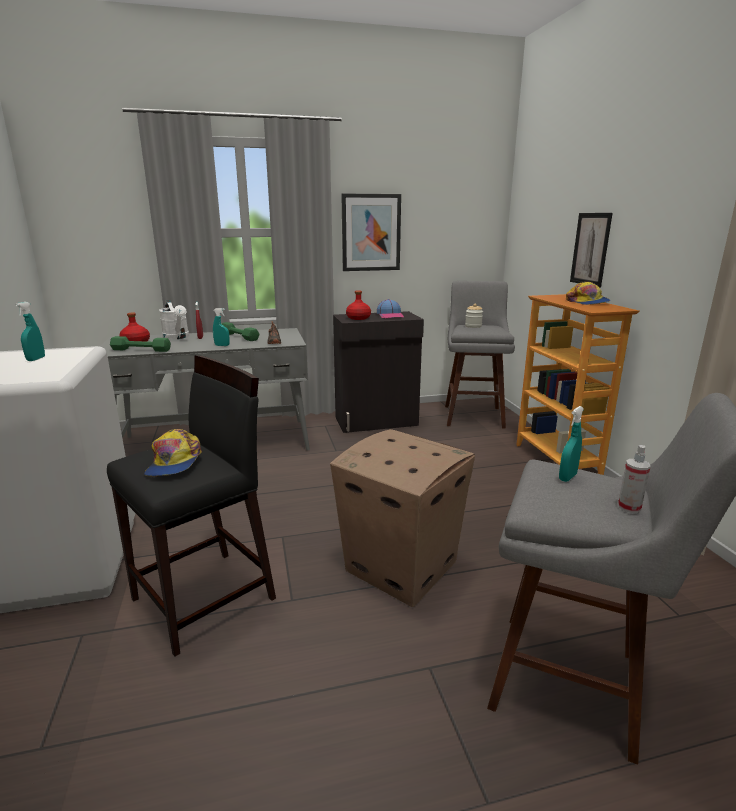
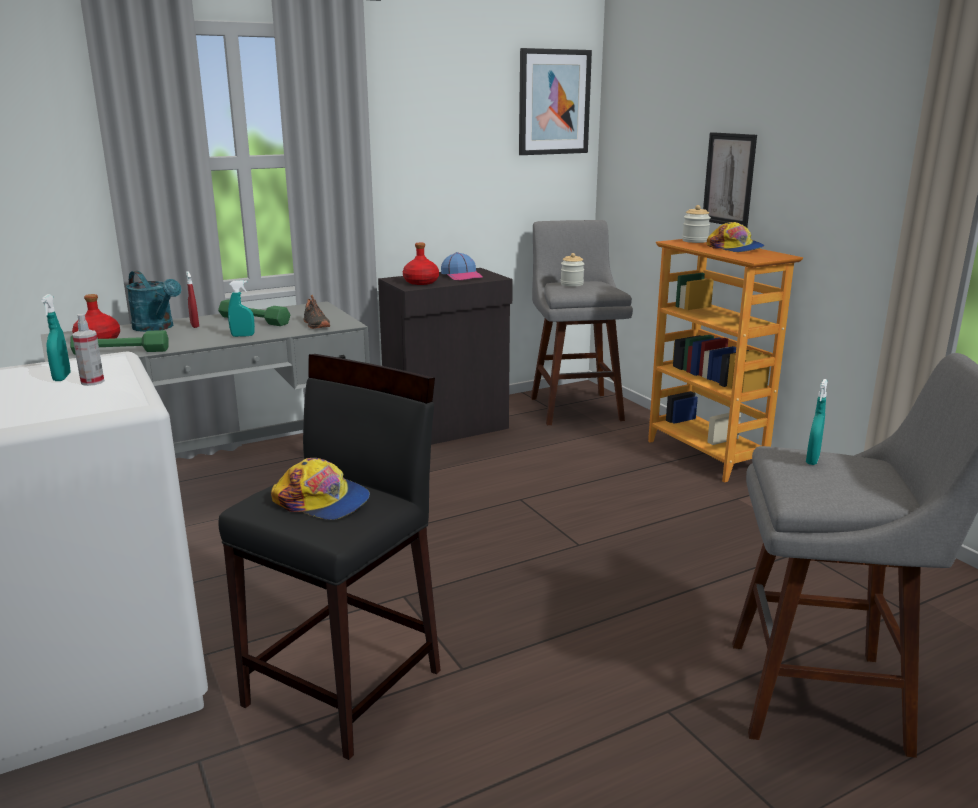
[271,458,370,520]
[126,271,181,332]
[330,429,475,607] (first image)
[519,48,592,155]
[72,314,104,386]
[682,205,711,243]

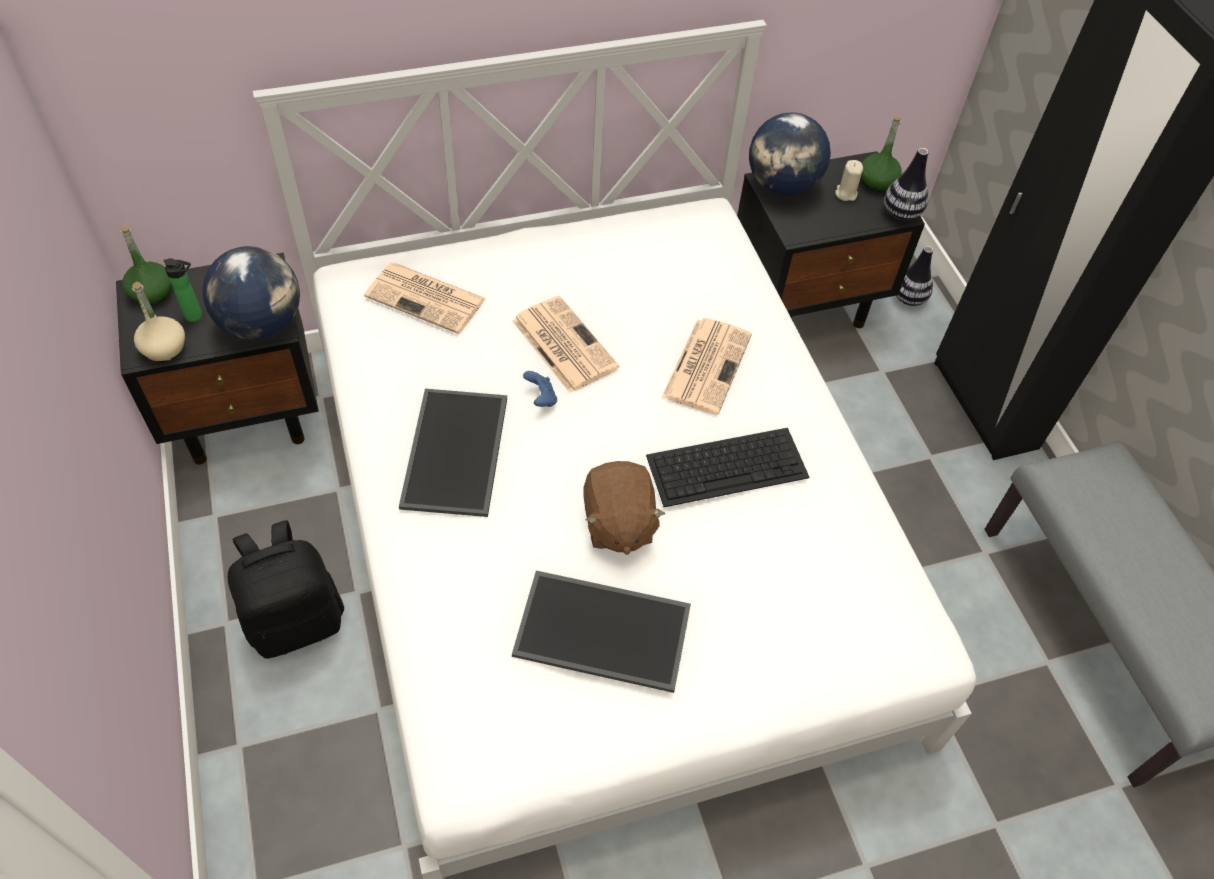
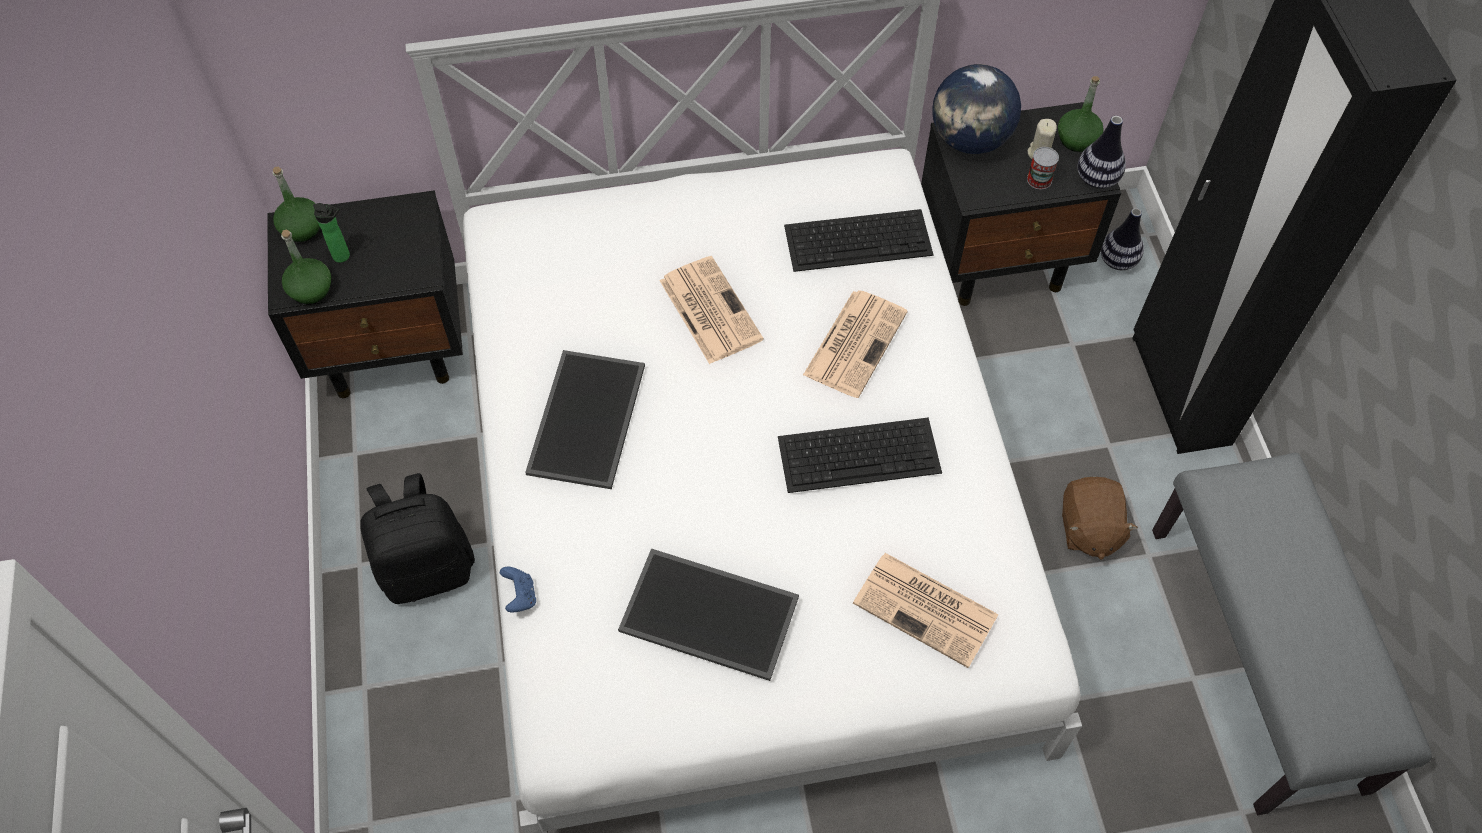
[281,229,331,304]
[202,246,300,340] (first image)
[853,553,999,668]
[500,567,536,613]
[1062,477,1138,560]
[784,209,934,272]
[1027,147,1059,189]

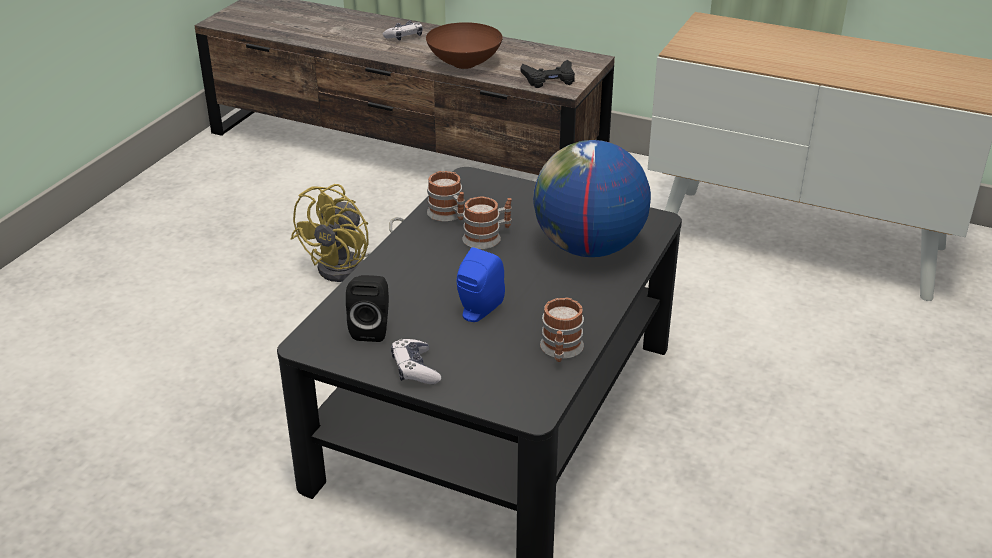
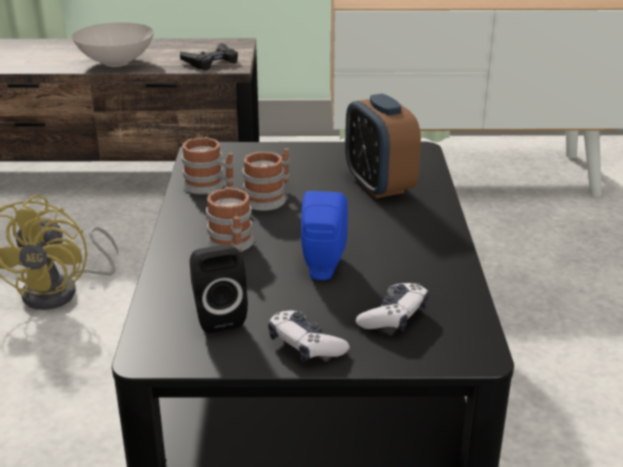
[356,283,429,331]
[72,22,154,67]
[345,94,421,198]
[206,188,254,253]

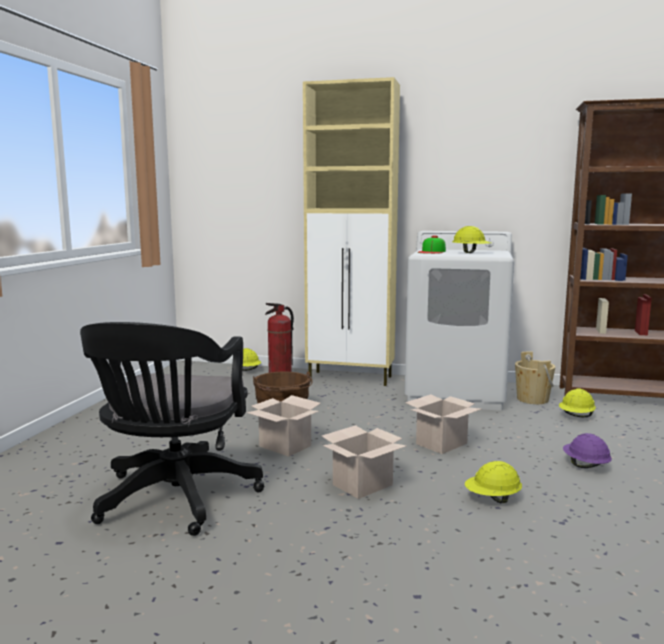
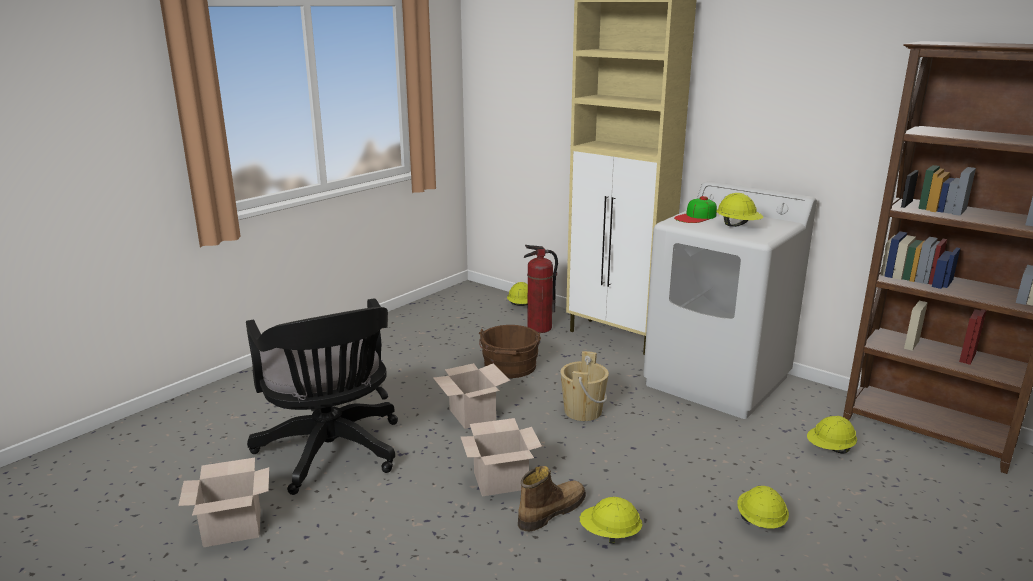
[246,298,398,495]
[178,458,269,547]
[560,351,609,421]
[737,486,789,529]
[518,466,586,531]

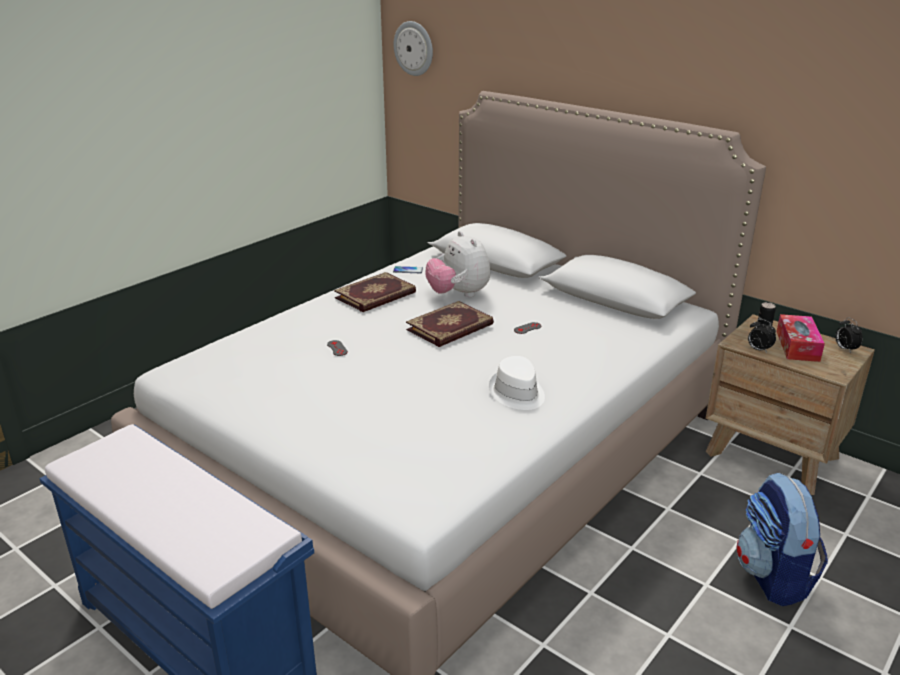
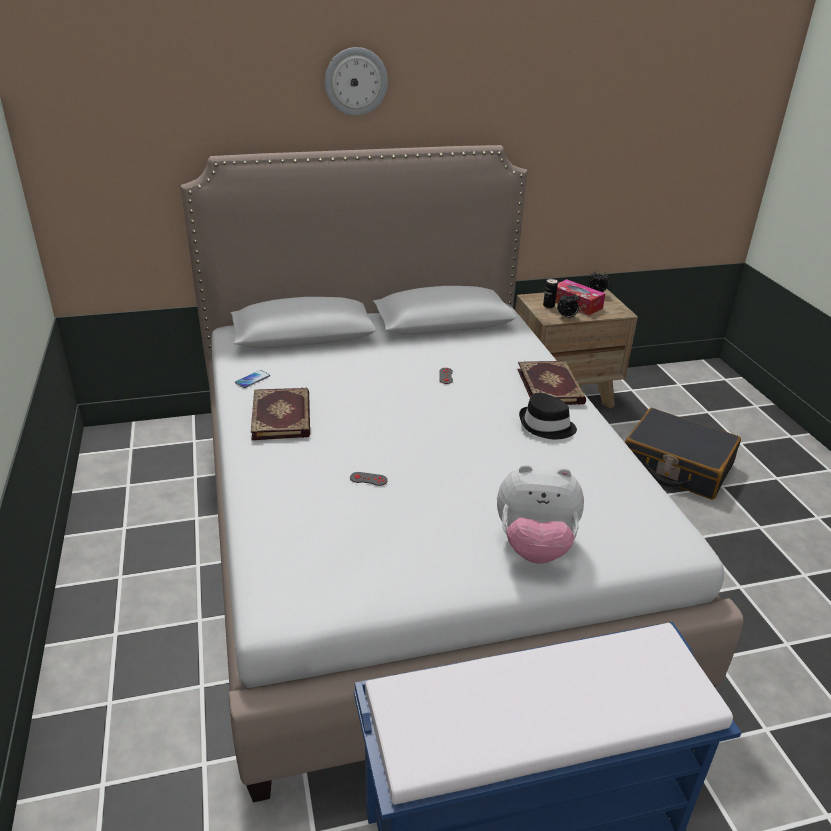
[325,47,388,116]
[517,361,586,405]
[497,463,584,564]
[519,393,577,439]
[625,408,741,500]

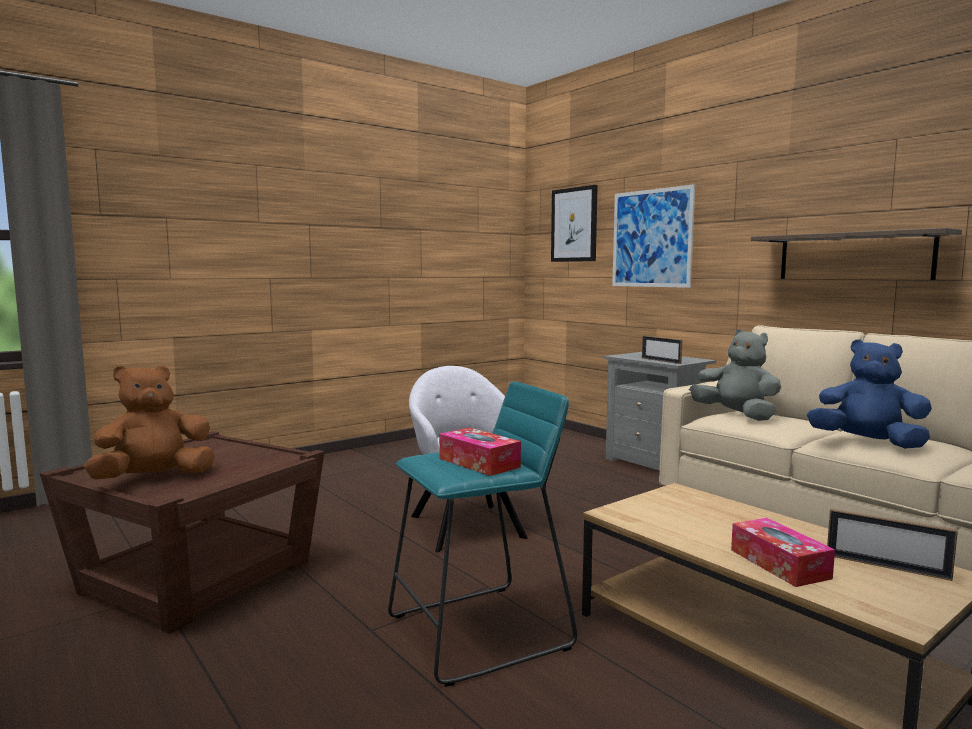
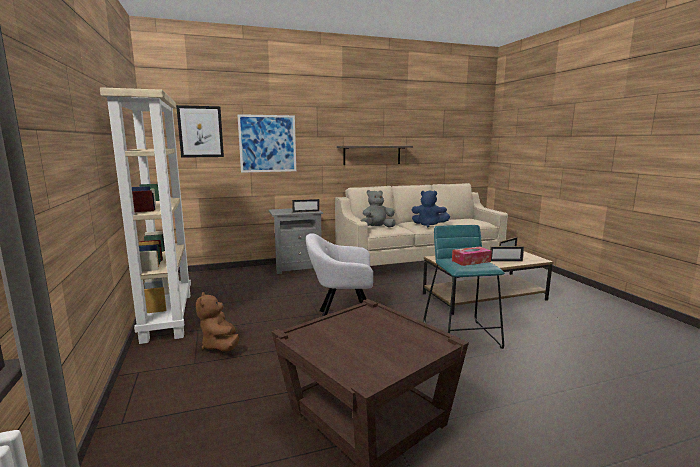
[196,292,239,351]
[490,246,524,262]
[412,190,450,227]
[100,87,191,344]

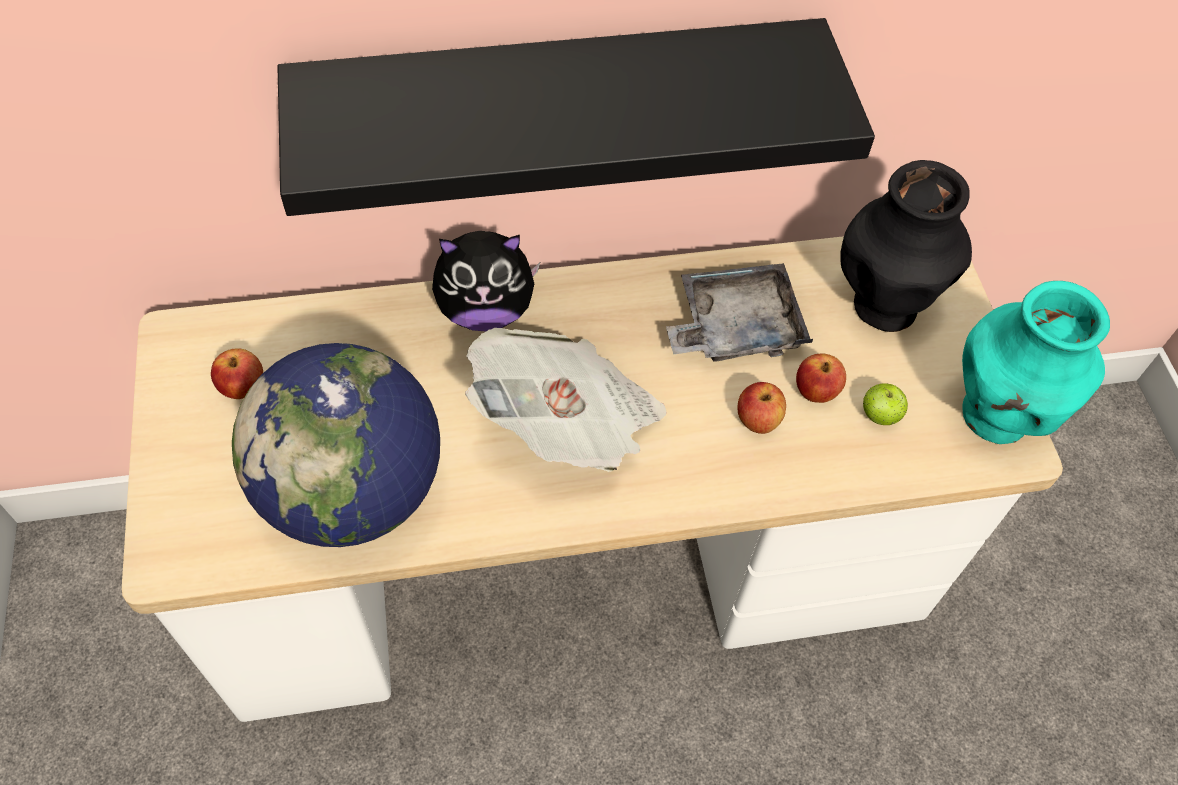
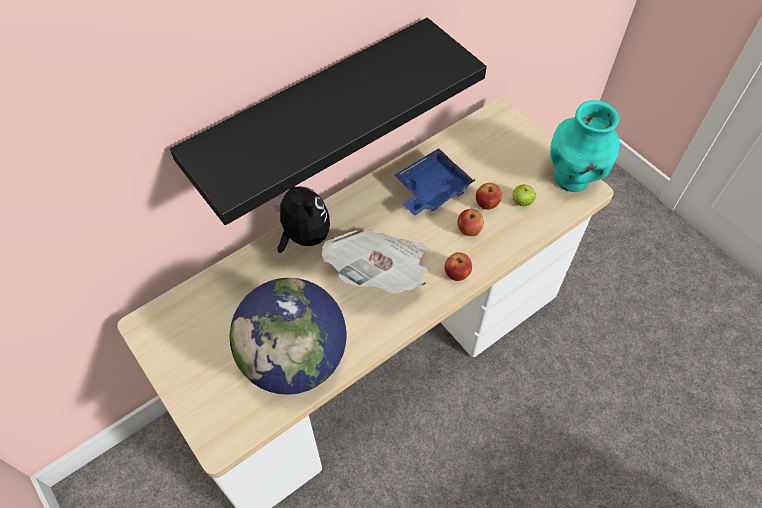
[444,252,472,281]
[274,186,330,253]
[394,148,475,216]
[840,160,972,332] (first image)

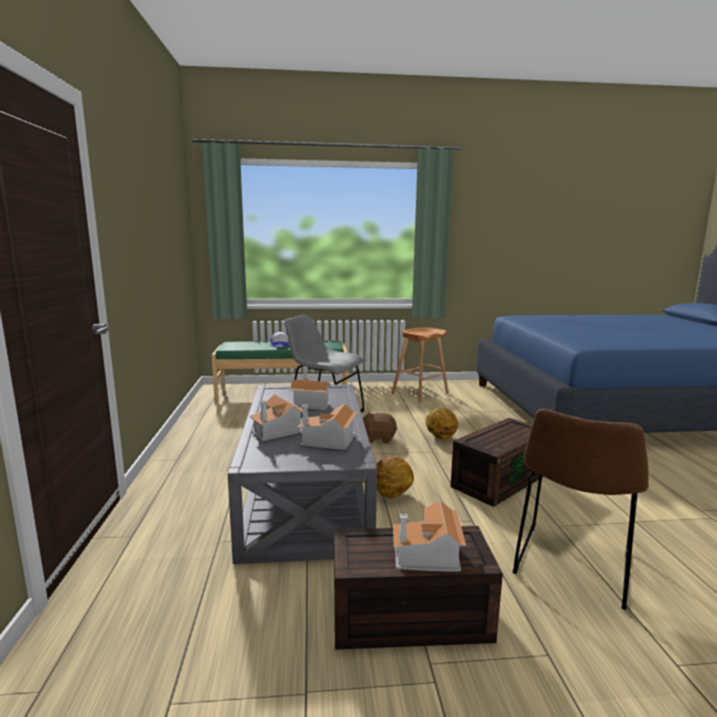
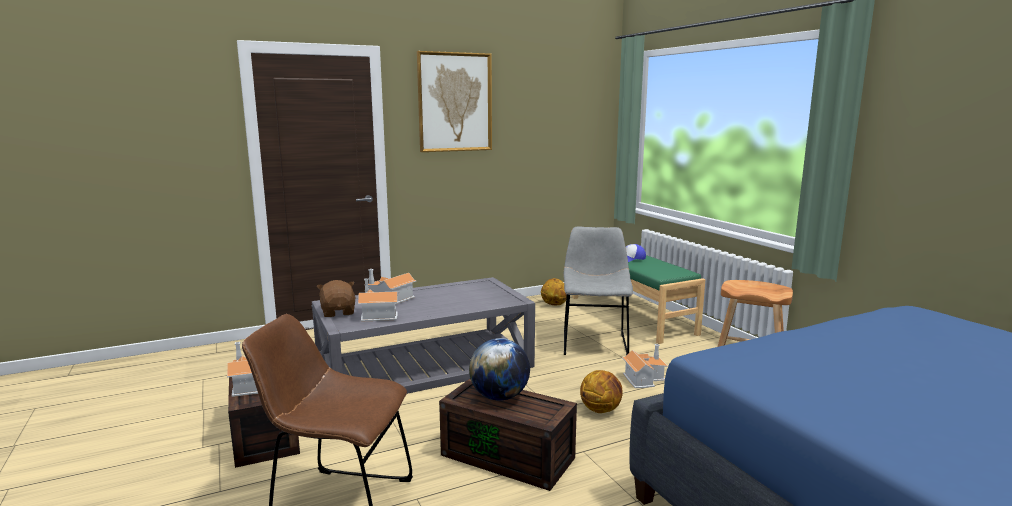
[622,344,668,388]
[317,280,355,317]
[541,278,567,305]
[417,51,492,152]
[469,338,530,401]

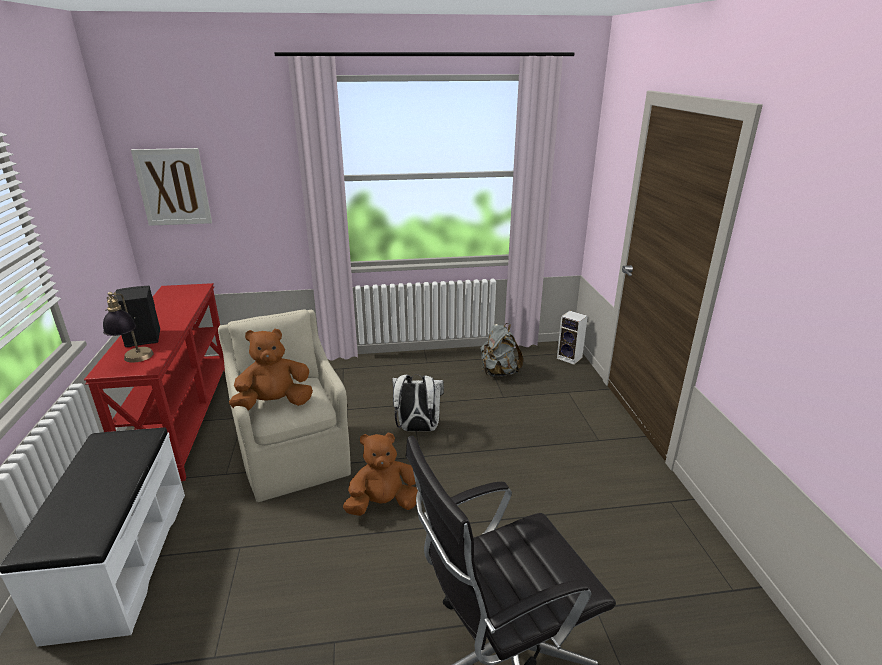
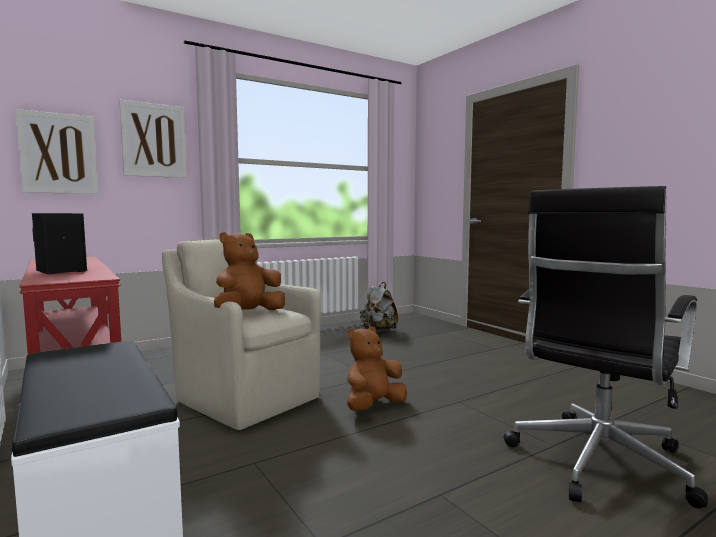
[103,292,154,363] (first image)
[392,374,444,431] (first image)
[557,311,588,365] (first image)
[119,100,187,178]

